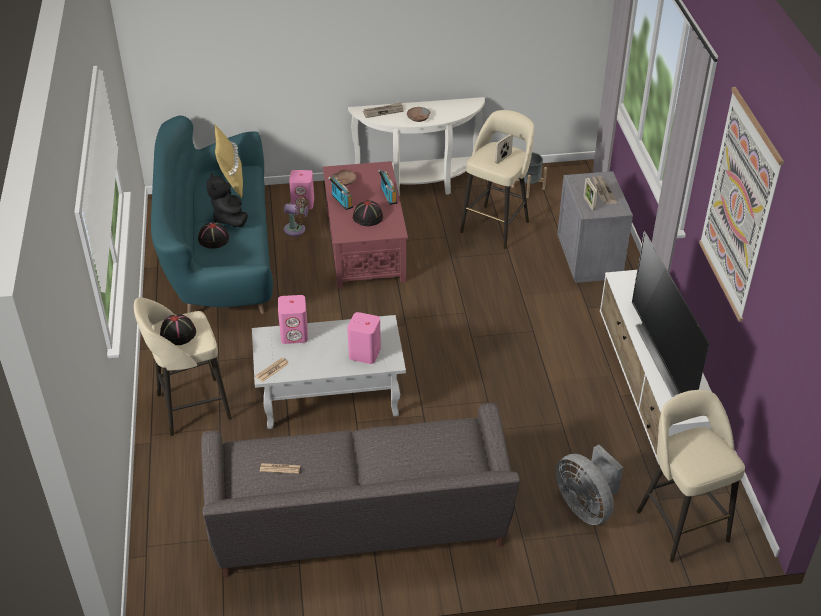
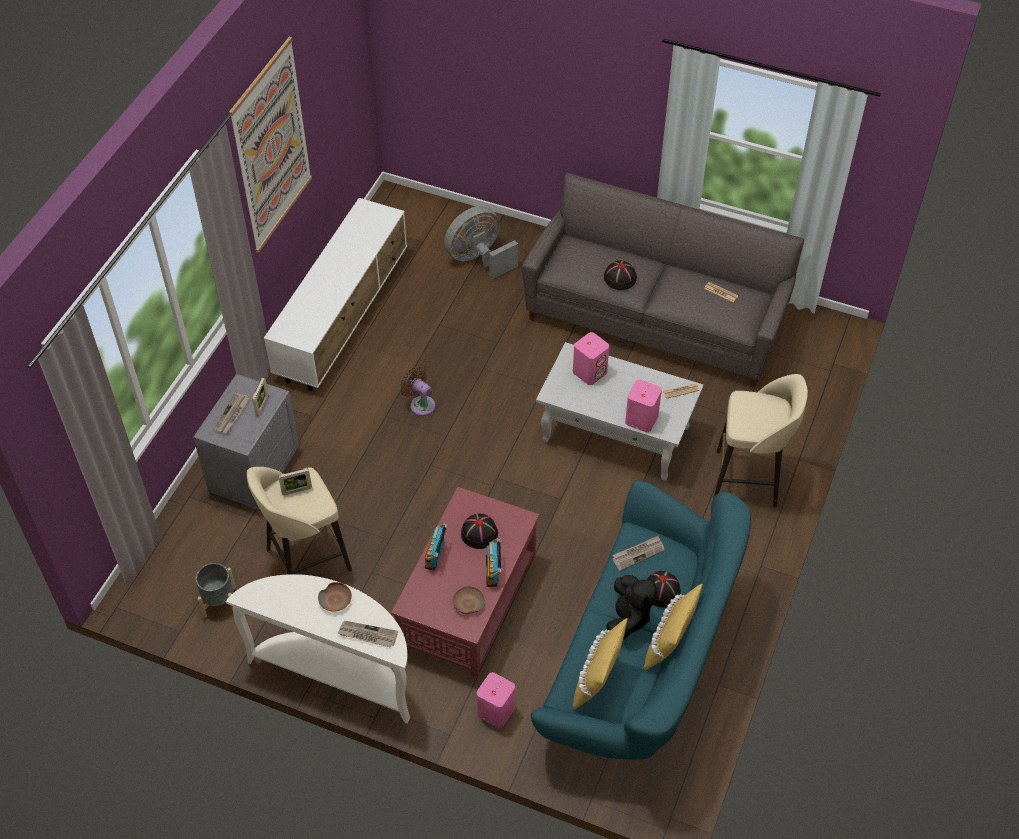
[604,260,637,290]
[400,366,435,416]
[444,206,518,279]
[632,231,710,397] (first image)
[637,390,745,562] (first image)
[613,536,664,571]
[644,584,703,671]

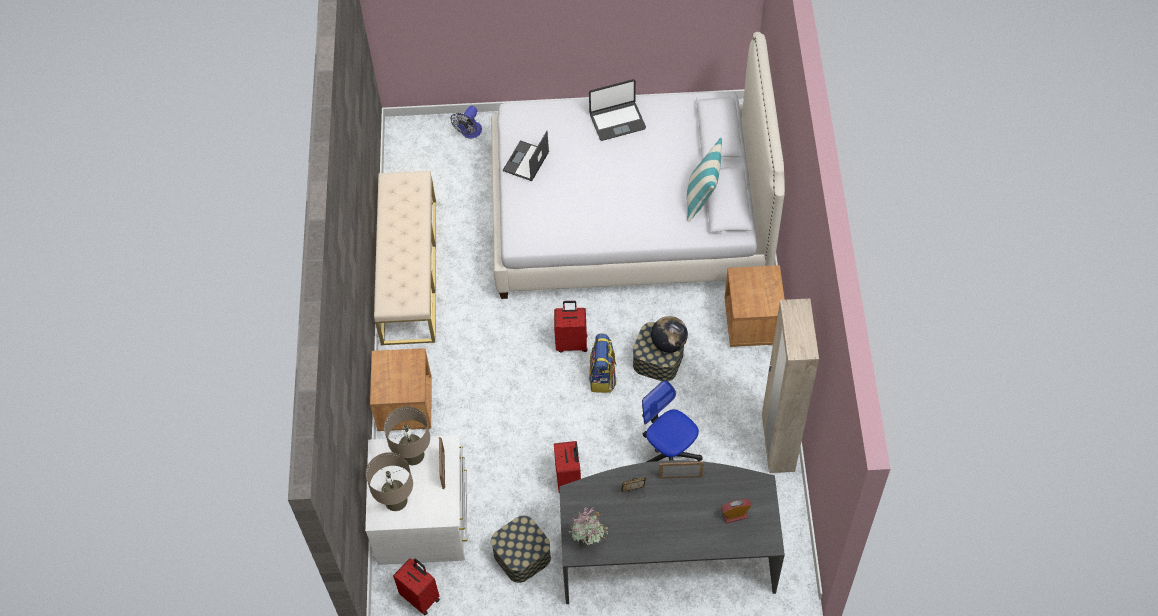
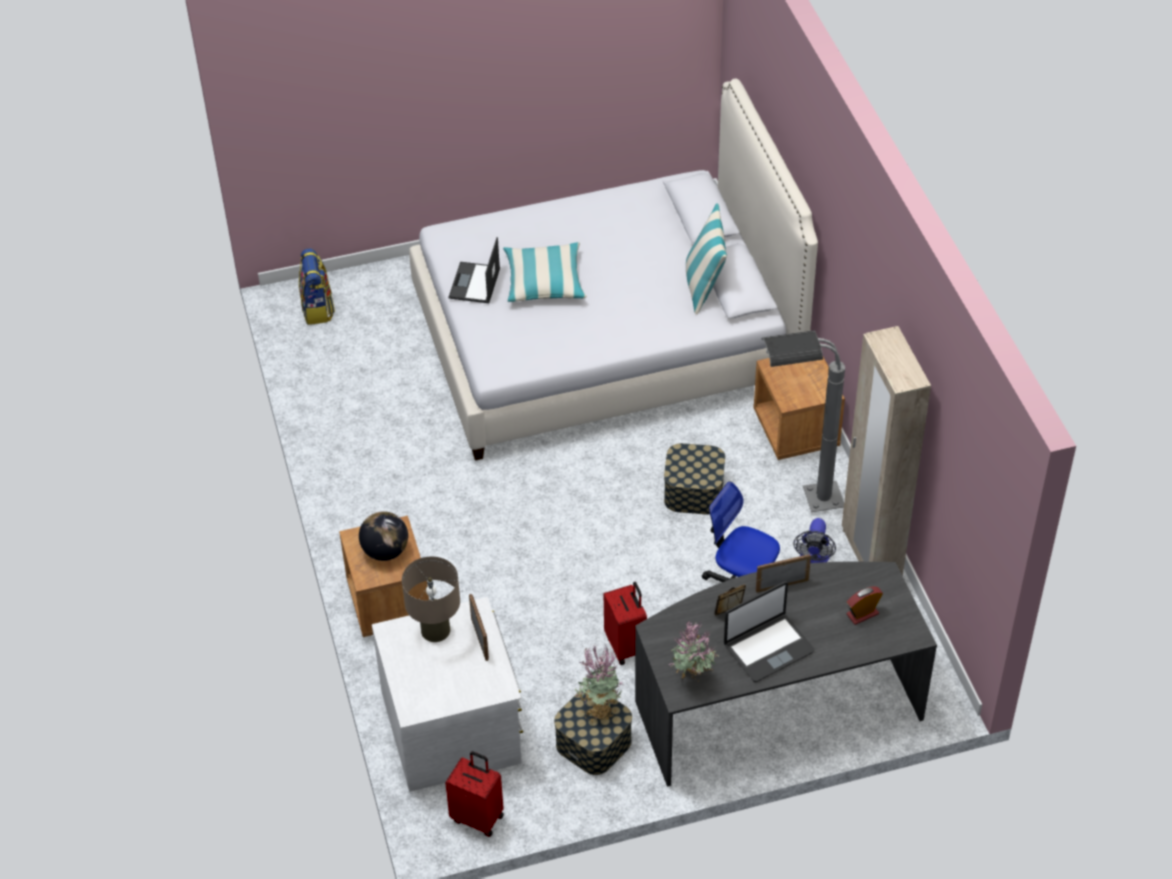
[366,452,413,511] (first image)
[374,171,436,345] (first image)
[793,518,836,563]
[554,301,588,353] (first image)
[724,581,815,682]
[299,248,335,325]
[359,511,408,561]
[503,242,587,302]
[575,645,622,722]
[762,330,845,512]

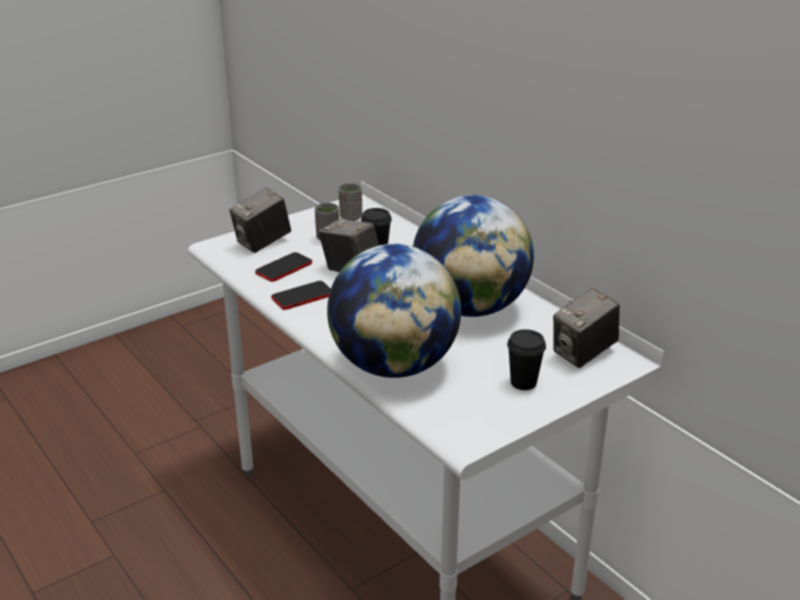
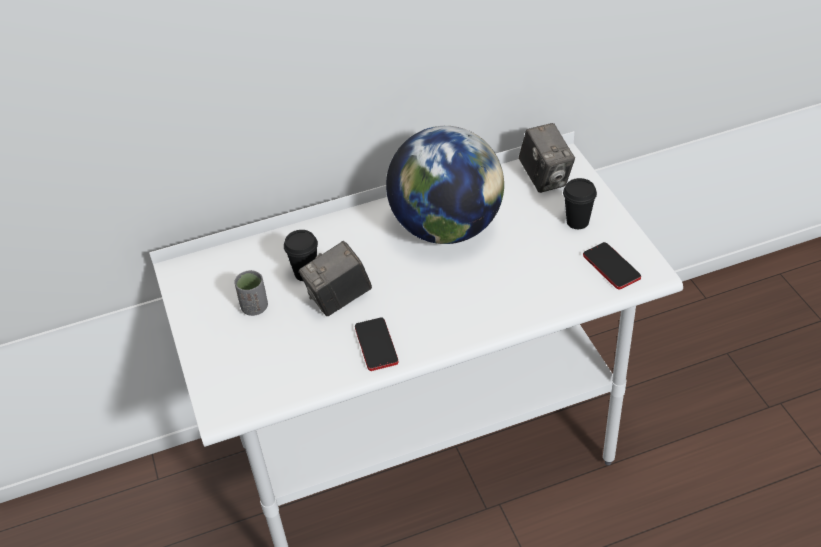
[229,188,291,253] (first image)
[583,242,641,290]
[327,244,461,378] (first image)
[339,183,362,221] (first image)

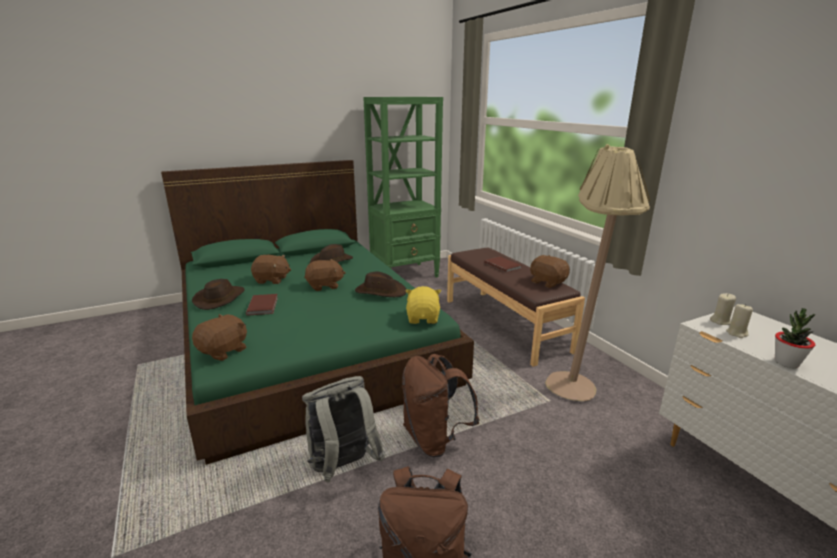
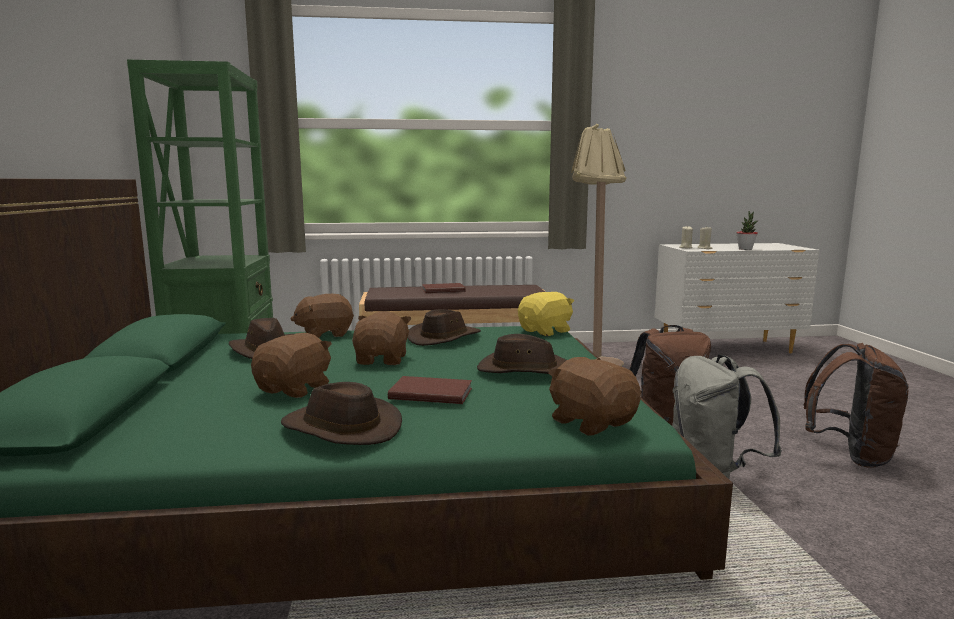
[518,292,574,336]
[291,294,354,338]
[477,334,566,374]

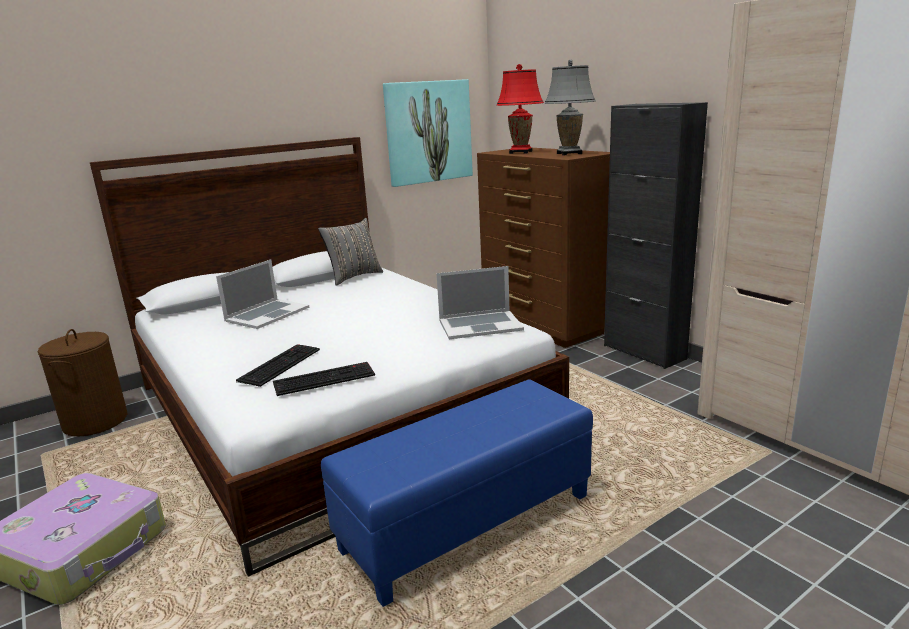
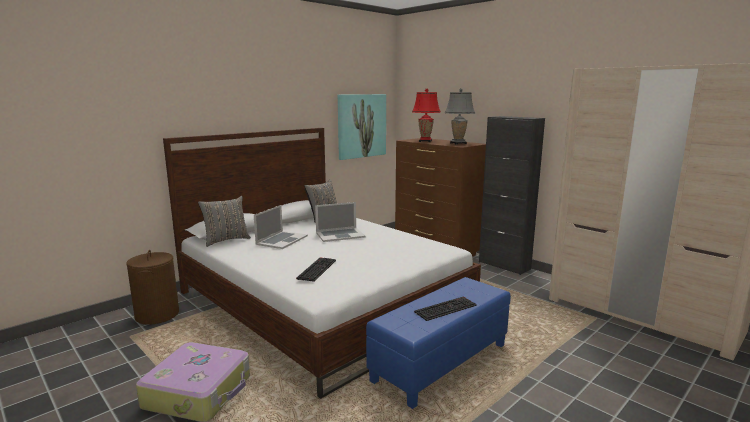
[414,297,477,321]
[315,202,365,242]
[198,196,251,247]

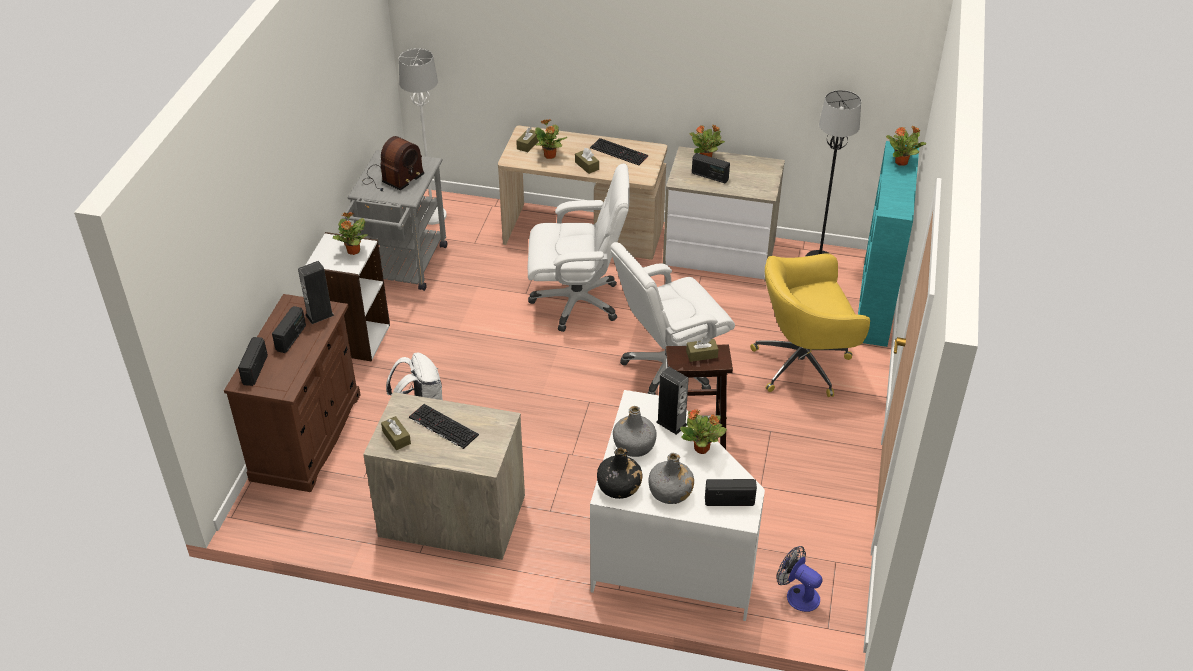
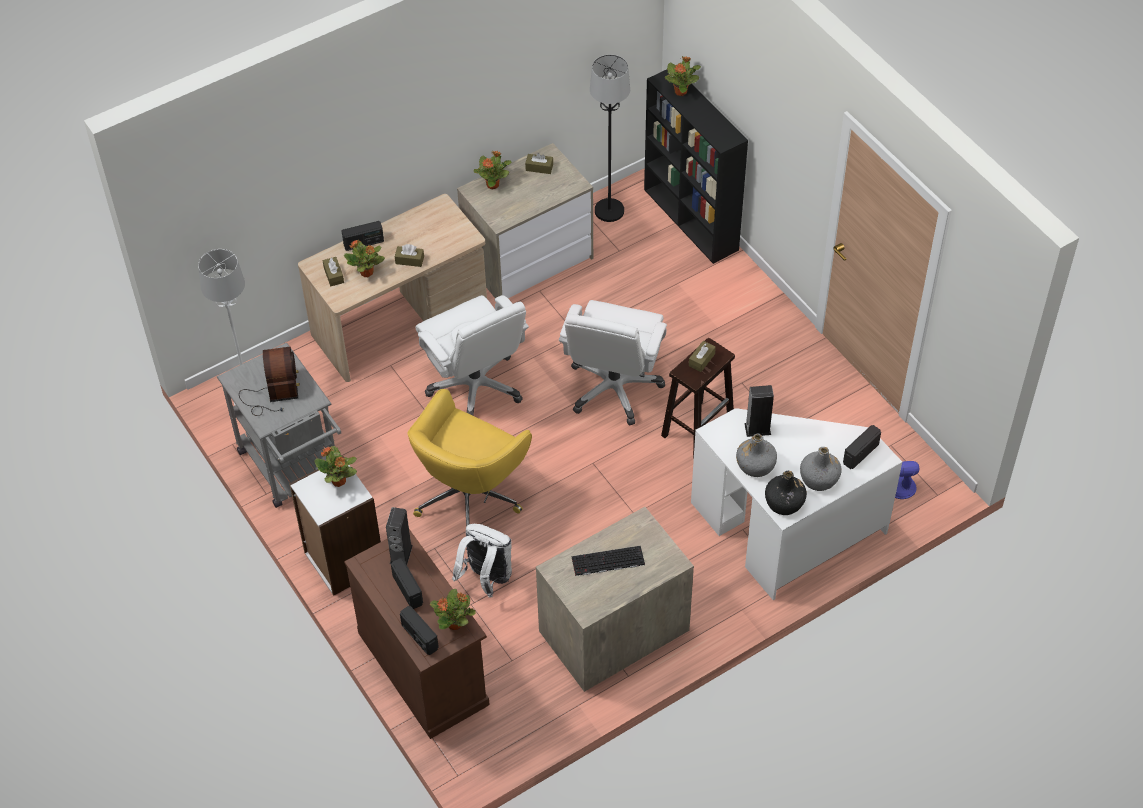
[525,153,553,174]
[416,295,529,415]
[590,138,648,165] (first image)
[430,589,476,630]
[342,221,384,251]
[407,389,532,527]
[644,70,748,264]

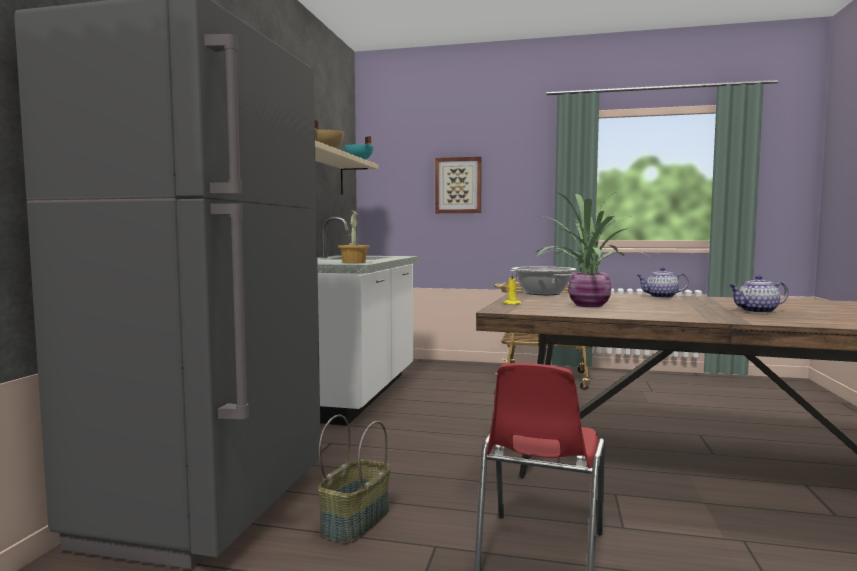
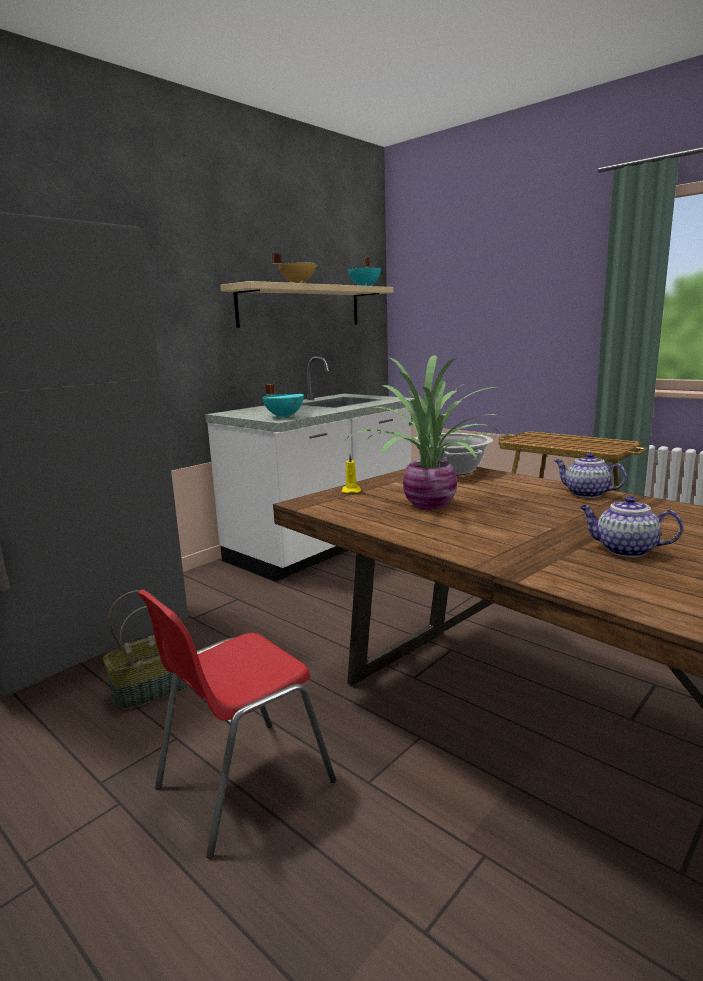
[262,384,304,418]
[435,157,482,213] (first image)

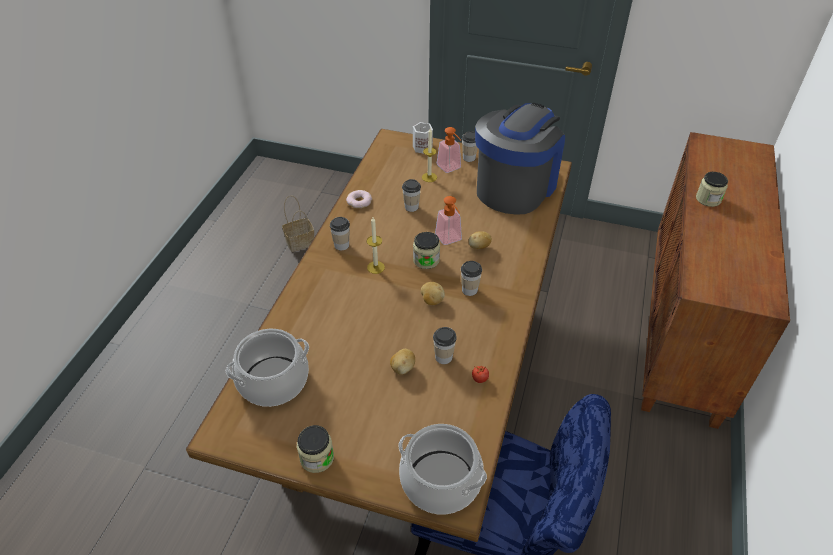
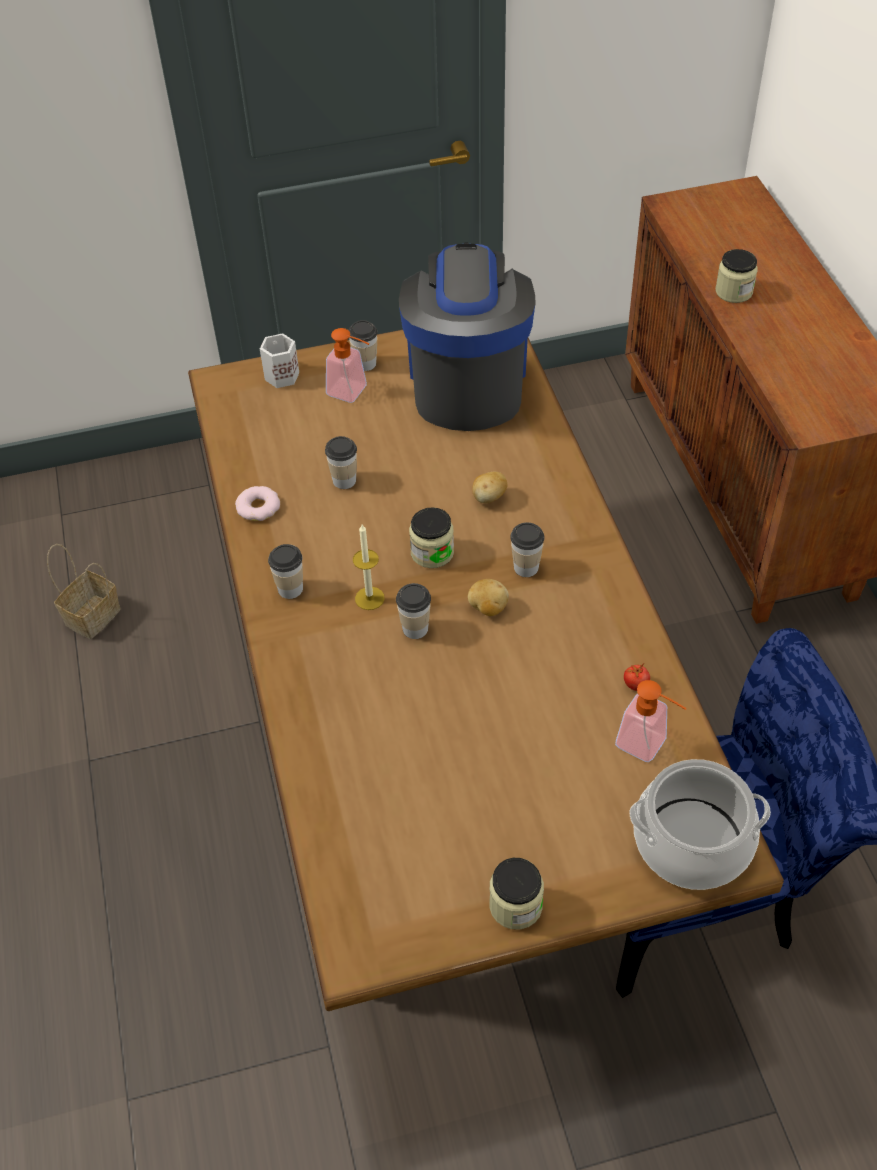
[226,329,309,407] (first image)
[390,349,415,375] (first image)
[422,128,437,182] (first image)
[396,583,431,639]
[615,680,687,762]

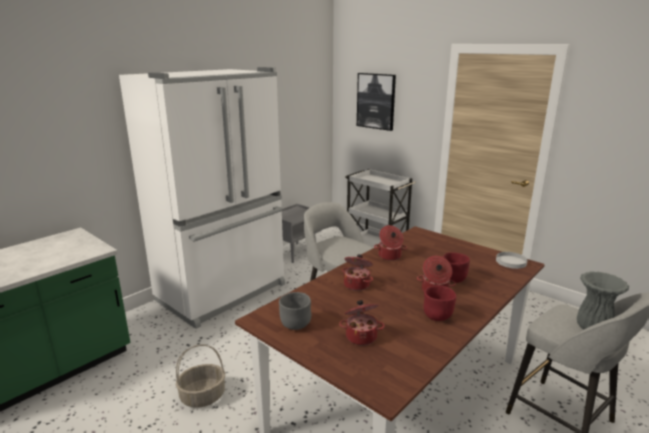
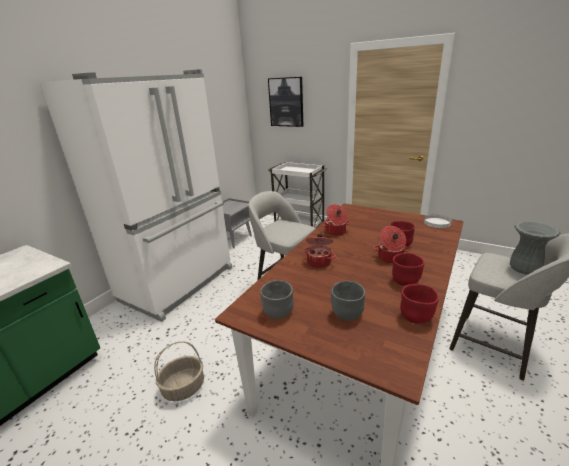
[331,281,365,320]
[400,284,439,324]

